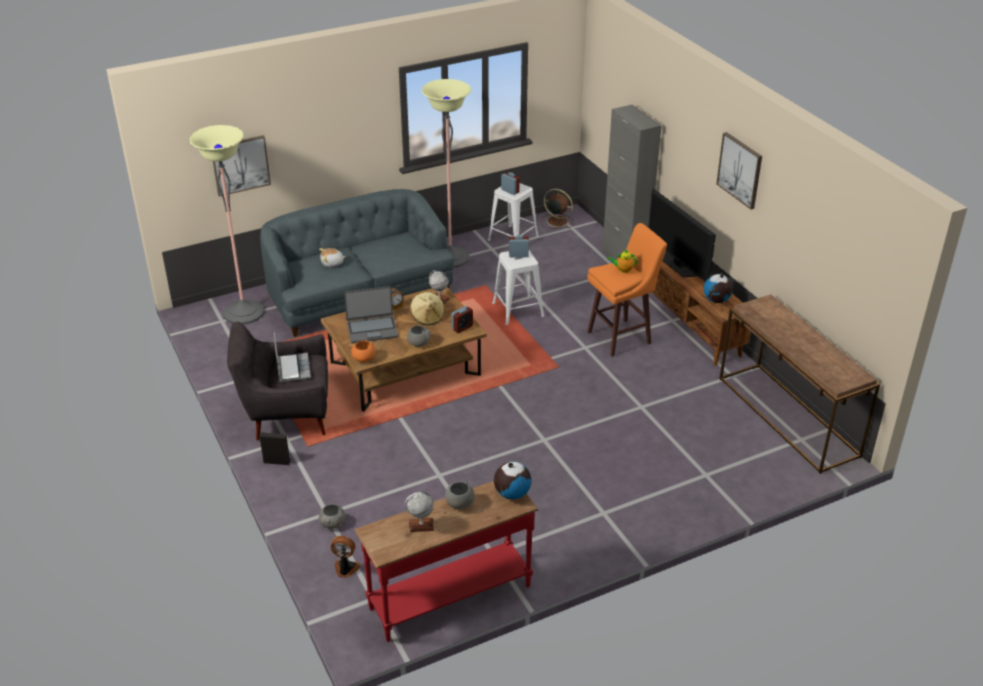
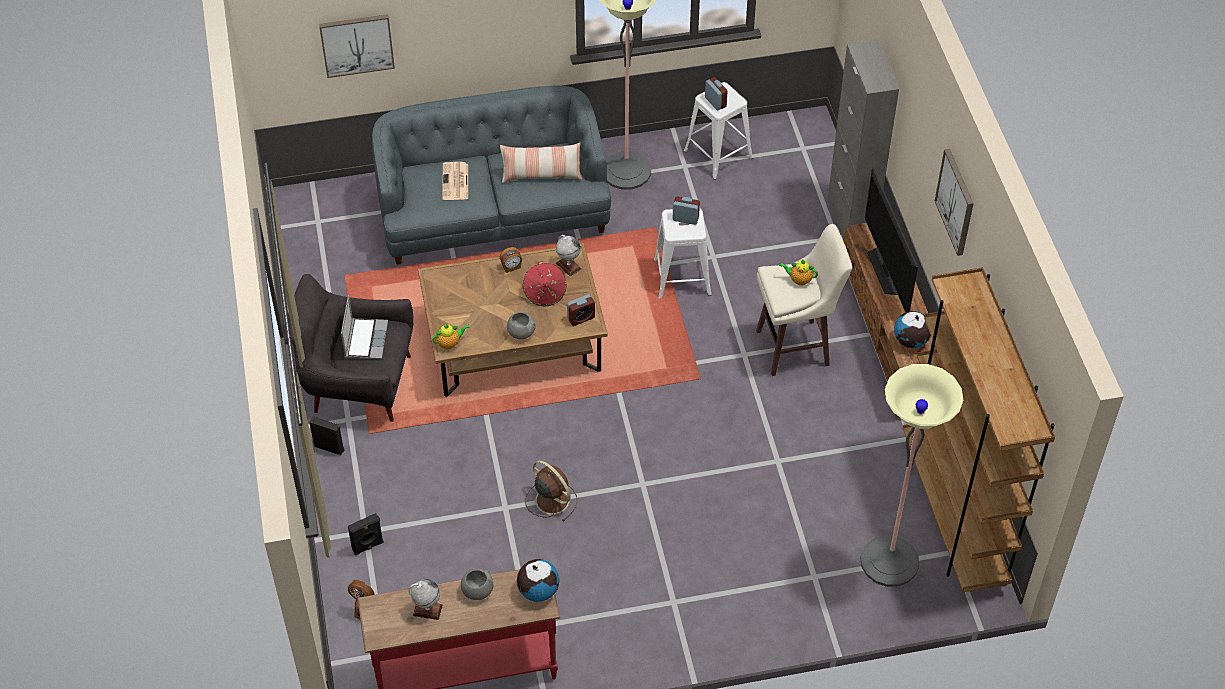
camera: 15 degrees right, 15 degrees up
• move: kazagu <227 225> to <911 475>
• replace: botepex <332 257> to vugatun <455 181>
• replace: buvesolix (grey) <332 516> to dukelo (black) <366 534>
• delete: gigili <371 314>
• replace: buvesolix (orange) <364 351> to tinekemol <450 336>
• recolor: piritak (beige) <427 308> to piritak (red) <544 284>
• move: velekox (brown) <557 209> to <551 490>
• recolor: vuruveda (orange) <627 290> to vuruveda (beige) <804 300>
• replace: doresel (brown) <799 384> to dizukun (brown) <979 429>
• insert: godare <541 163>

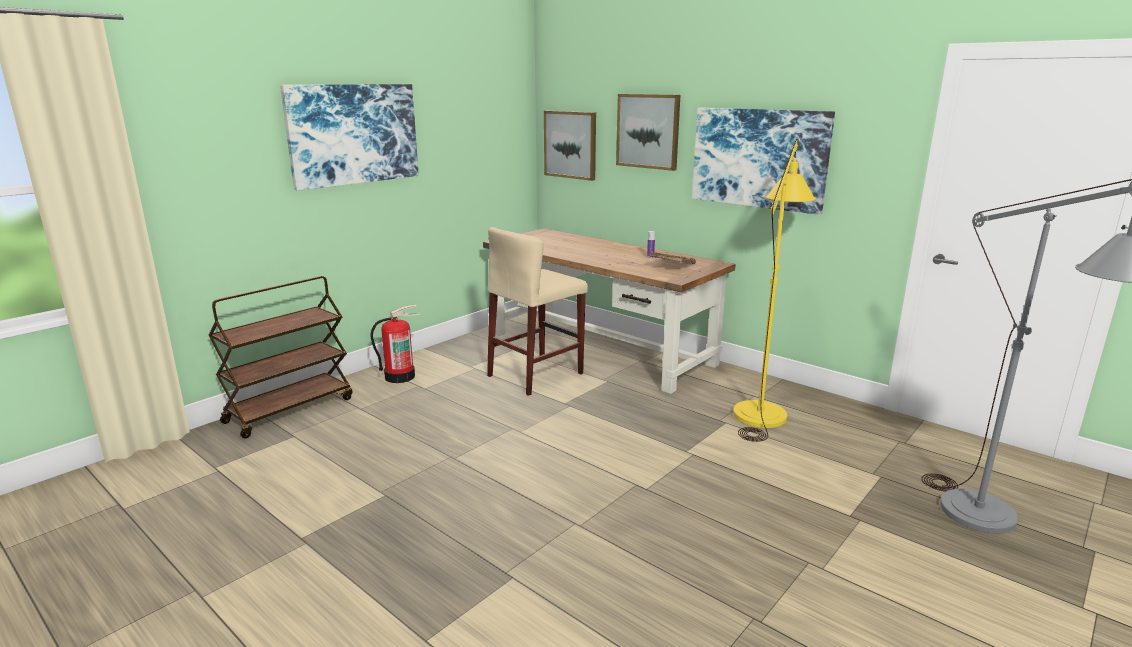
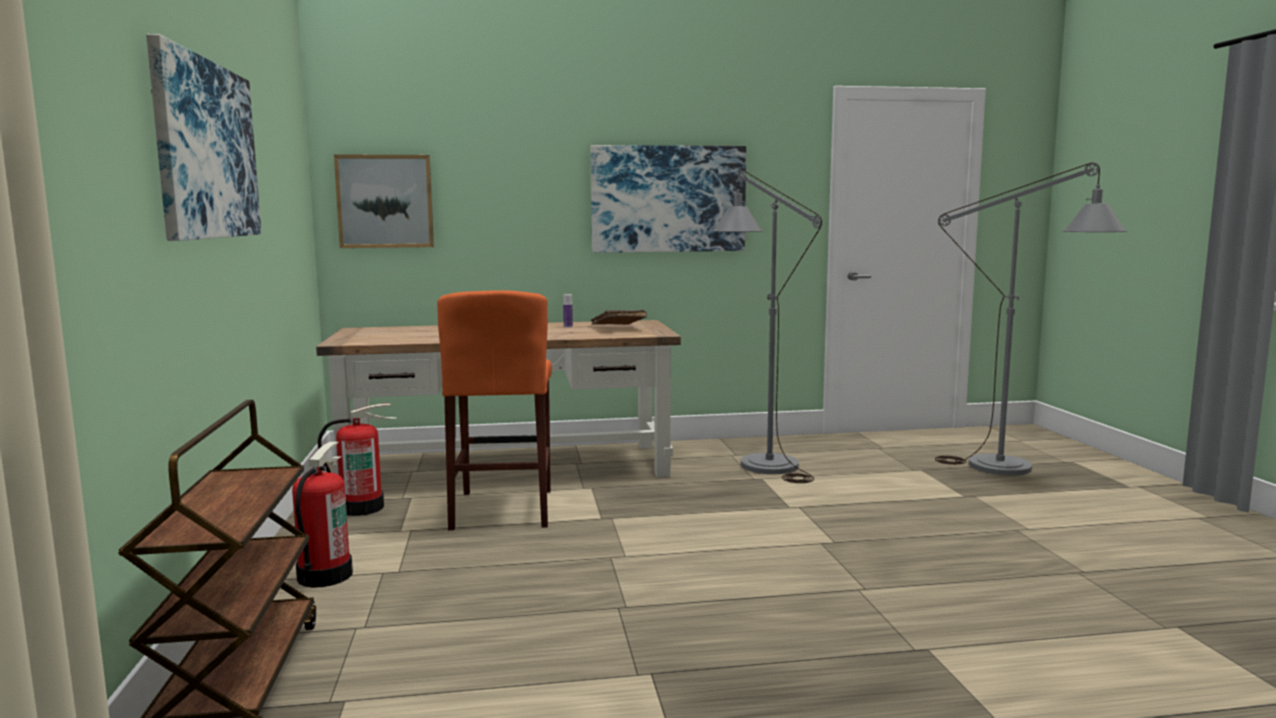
camera: 50 degrees left, 10 degrees down
• recolor: vuruveda (beige) <537 311> to vuruveda (orange) <494 410>
• delete: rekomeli <648 132>
• recolor: kazagu (yellow) <774 291> to kazagu (grey) <767 326>
• insert: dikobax <357 460>

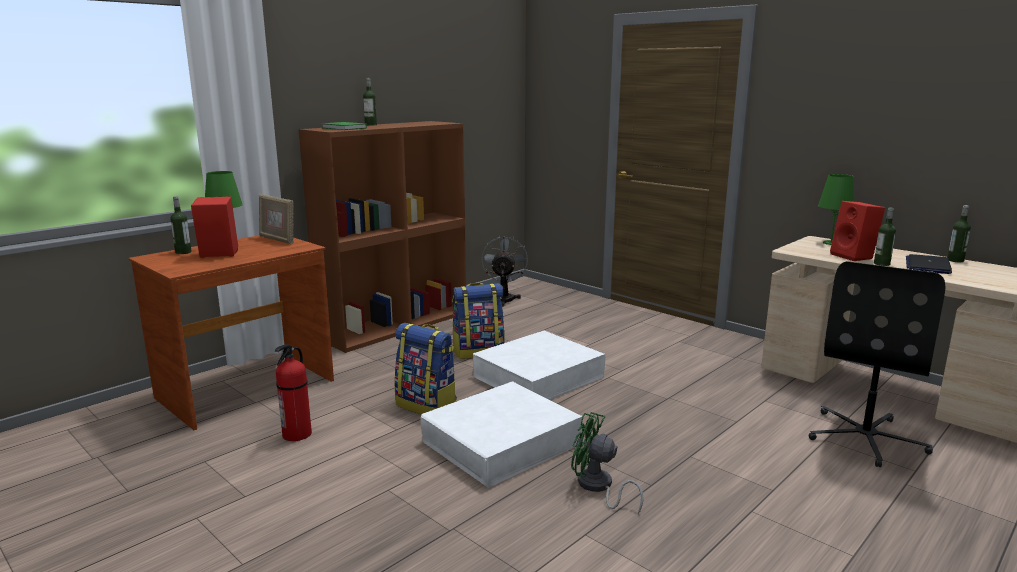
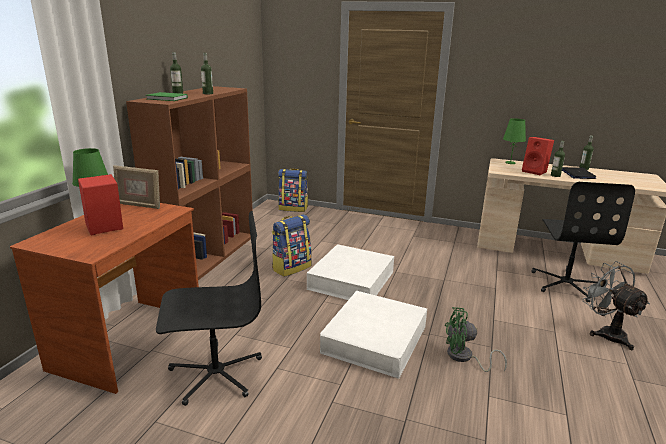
camera: 25 degrees left, 5 degrees up
• move: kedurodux <180 225> to <207 73>
• replace: dikobax <293 392> to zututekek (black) <209 308>
• move: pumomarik <425 369> to <293 190>
• move: velekox (grey) <504 271> to <616 305>

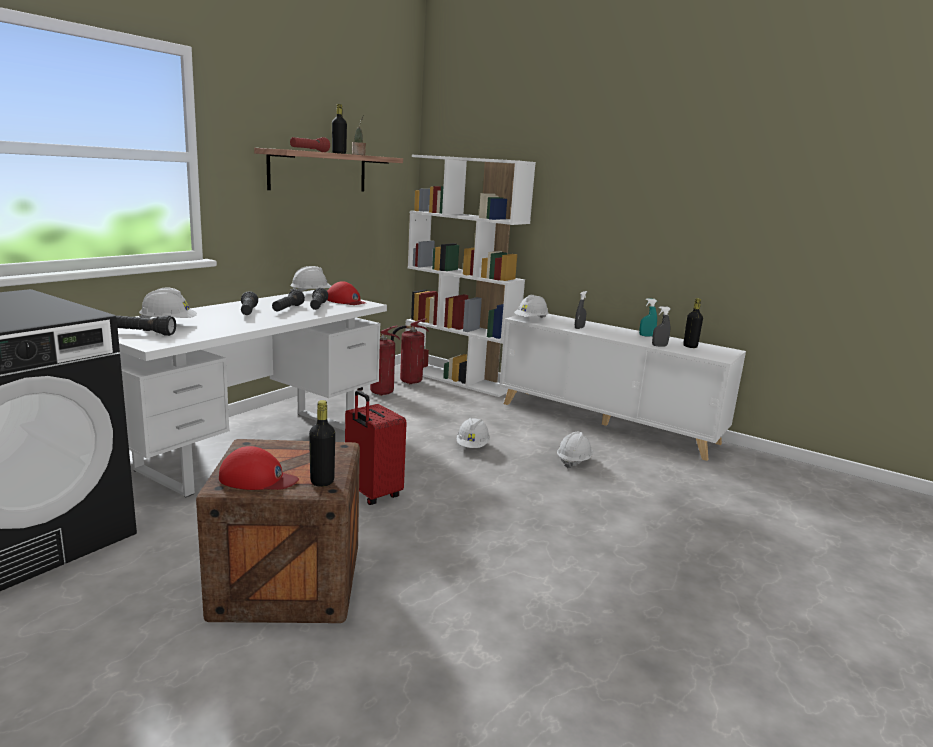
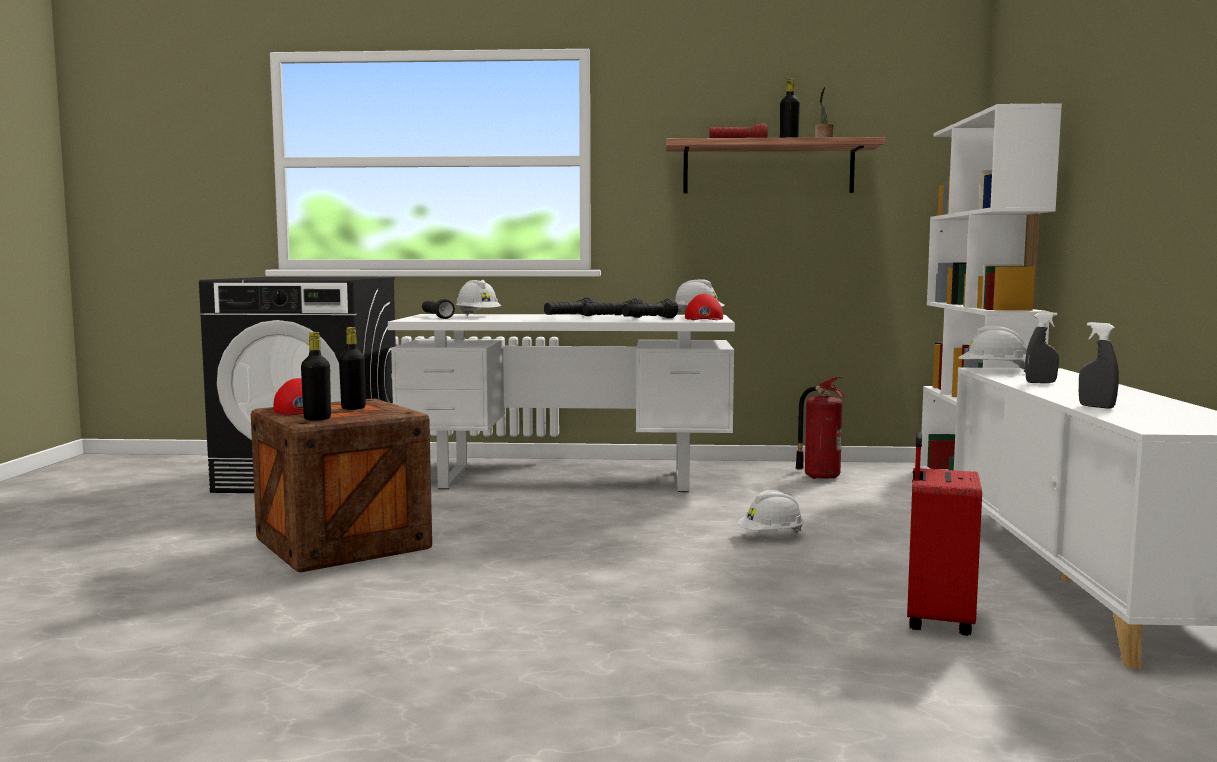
camera: 60 degrees right, 10 degrees down
• move: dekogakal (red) <376 447> to <944 534>
• delete: dikobax <410 351>
• delete: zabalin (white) <575 450>
• delete: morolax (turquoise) <648 317>
• move: kedurodux (black) <693 323> to <352 368>

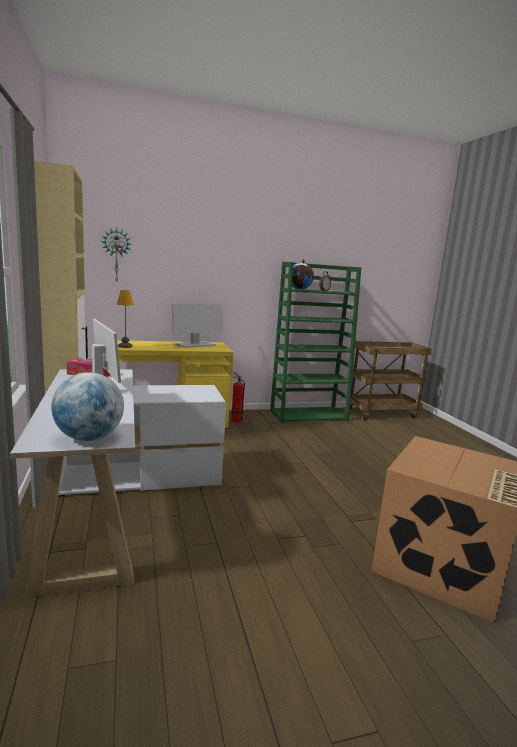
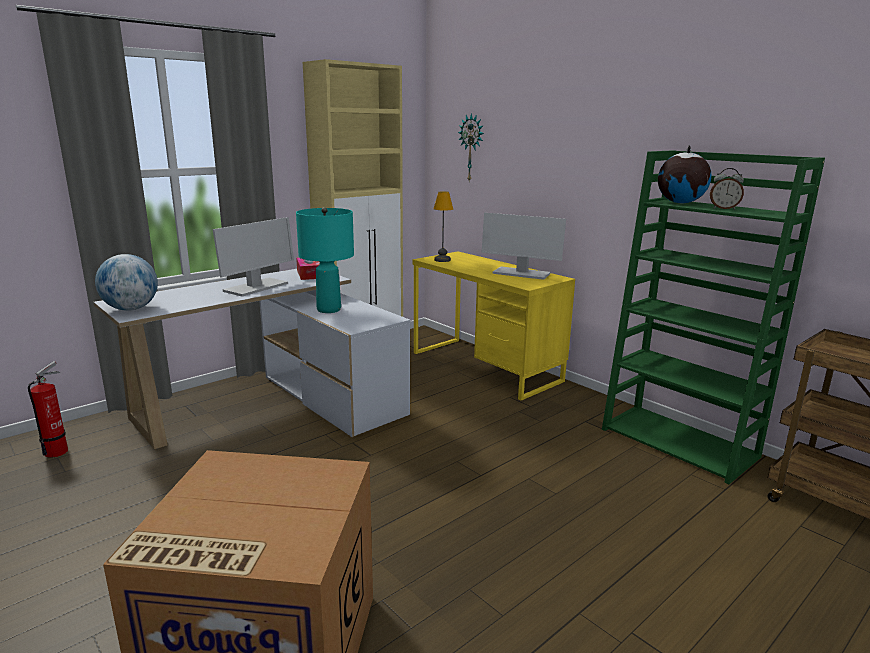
camera: 65 degrees right, 5 degrees up
• move: dikobax <238 397> to <48 409>
• insert: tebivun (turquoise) <325 260>

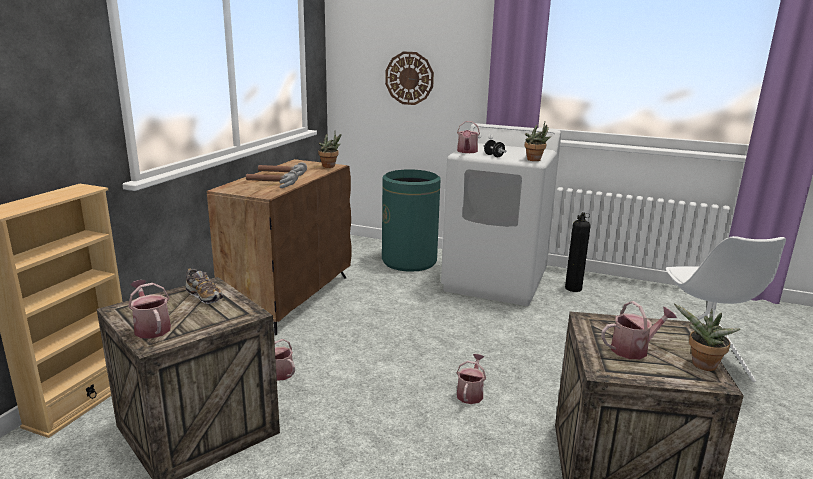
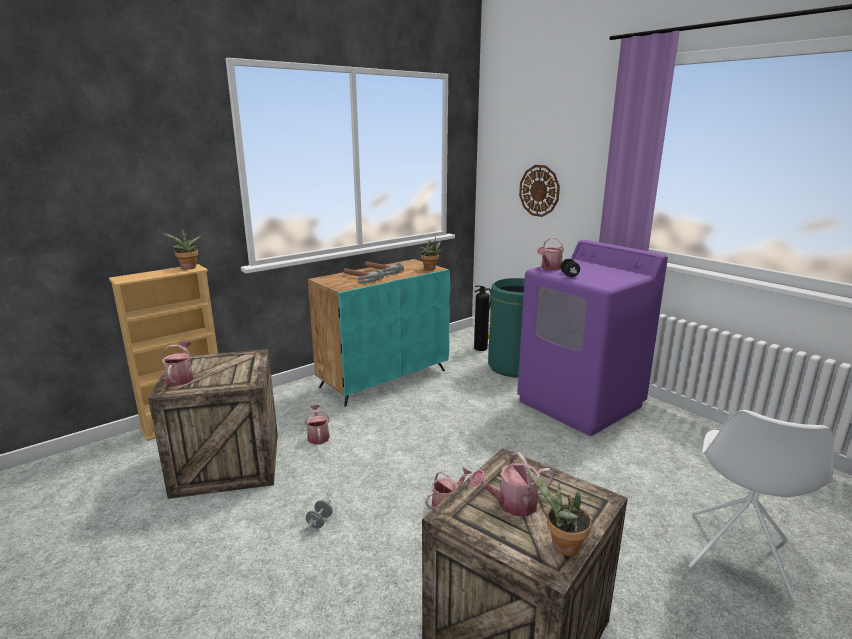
camera: 30 degrees right, 0 degrees up
• delete: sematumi <204 286>
• recolor: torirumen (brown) <279 247> to torirumen (turquoise) <379 333>
• recolor: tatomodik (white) <501 214> to tatomodik (purple) <592 338>
• move: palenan <538 141> to <182 250>
• move: dikobax <578 252> to <482 318>
• rotate: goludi <639 330> = <512 484> 150 degrees clockwise
• insert: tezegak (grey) <319 515>

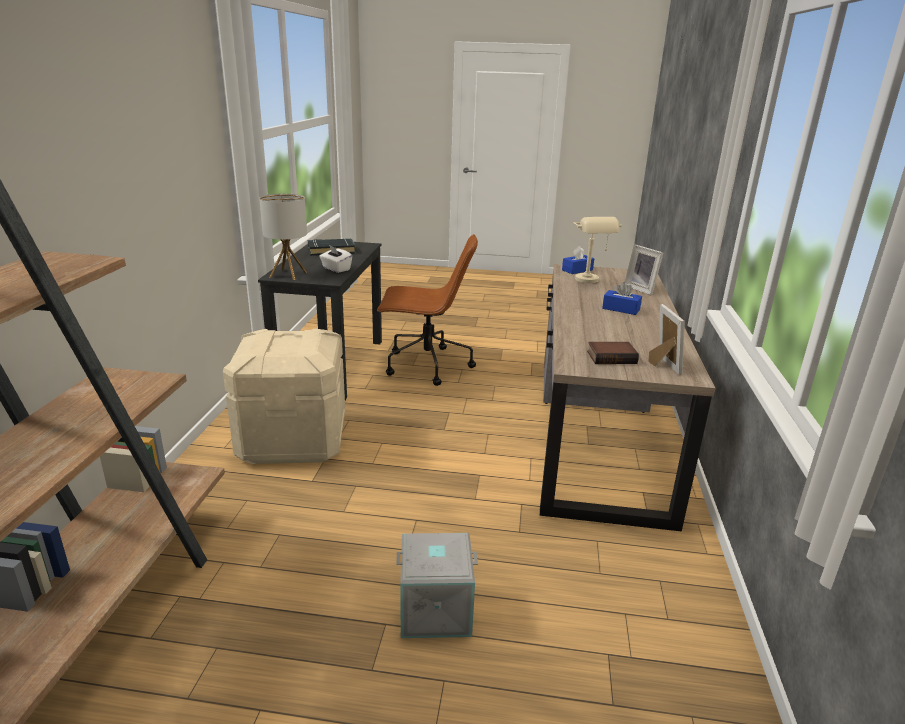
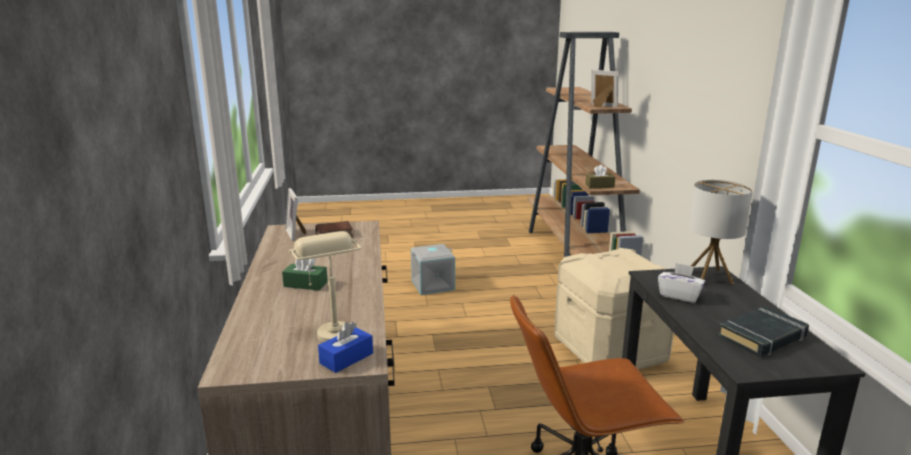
camera: 165 degrees right, 5 degrees down
• recolor: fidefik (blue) <622 298> to fidefik (green) <305 274>
• move: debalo <644 269> to <605 89>
• insert: fidefik (brown) <600 176>

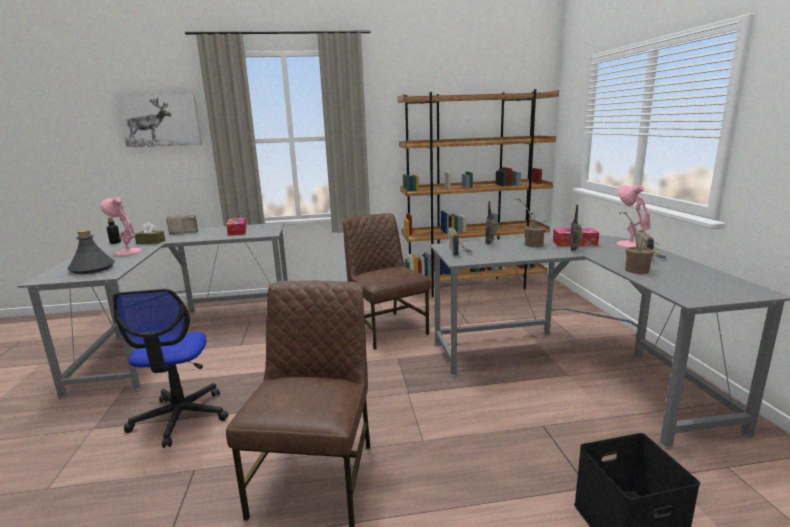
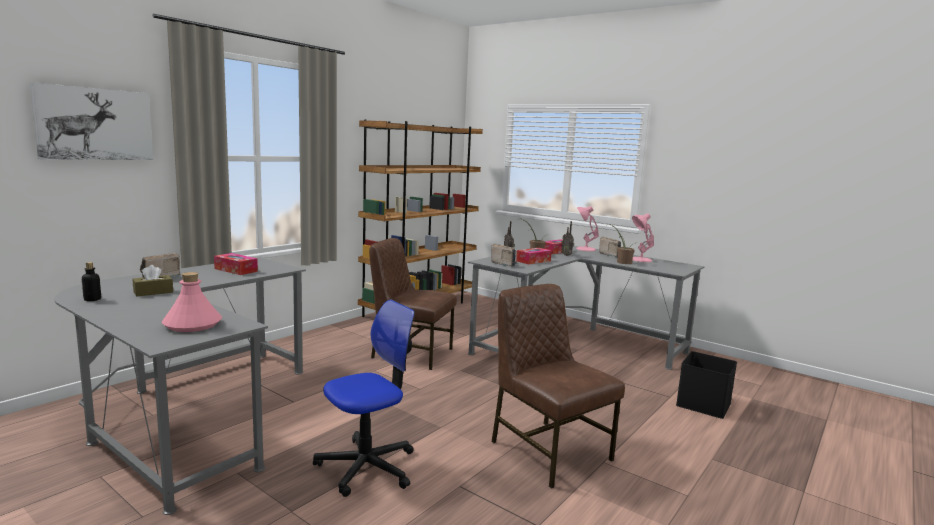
camera: 45 degrees left, 5 degrees down
• recolor: kedurodux (grey) <91 252> to kedurodux (pink) <192 302>
• move: tebivun (pink) <121 226> to <643 237>
• rotate: zututekek <171 368> = <364 398> 75 degrees counterclockwise
• insert: fidefik <534 256>

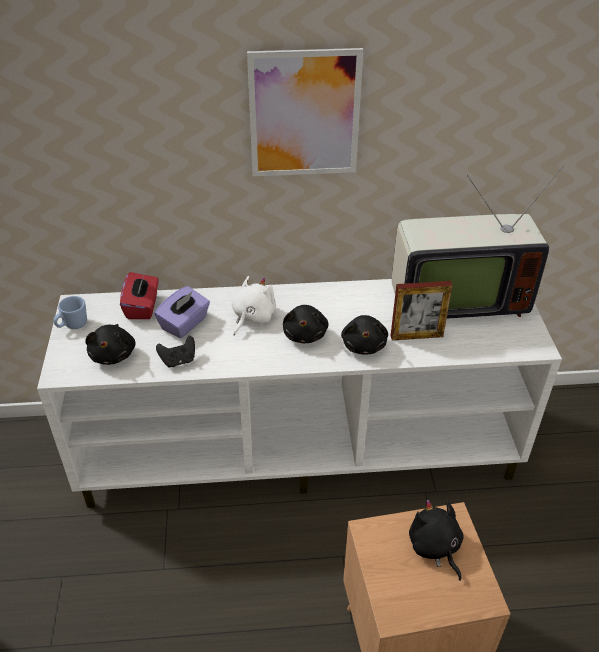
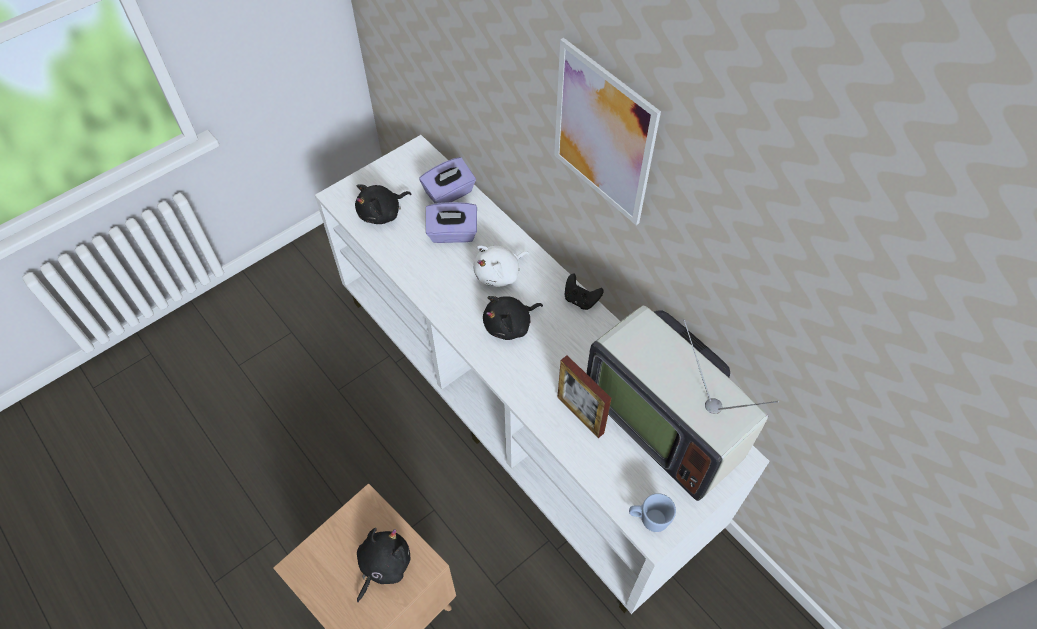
camera: 55 degrees right, 15 degrees up
• move: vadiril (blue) <70 312> to <652 512>
• recolor: fidefik (red) <139 295> to fidefik (purple) <447 180>
• move: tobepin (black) <175 351> to <584 292>
• rotate: botepex (white) <254 306> = <501 266> 150 degrees clockwise
• delete: botepex (black) <364 335>

